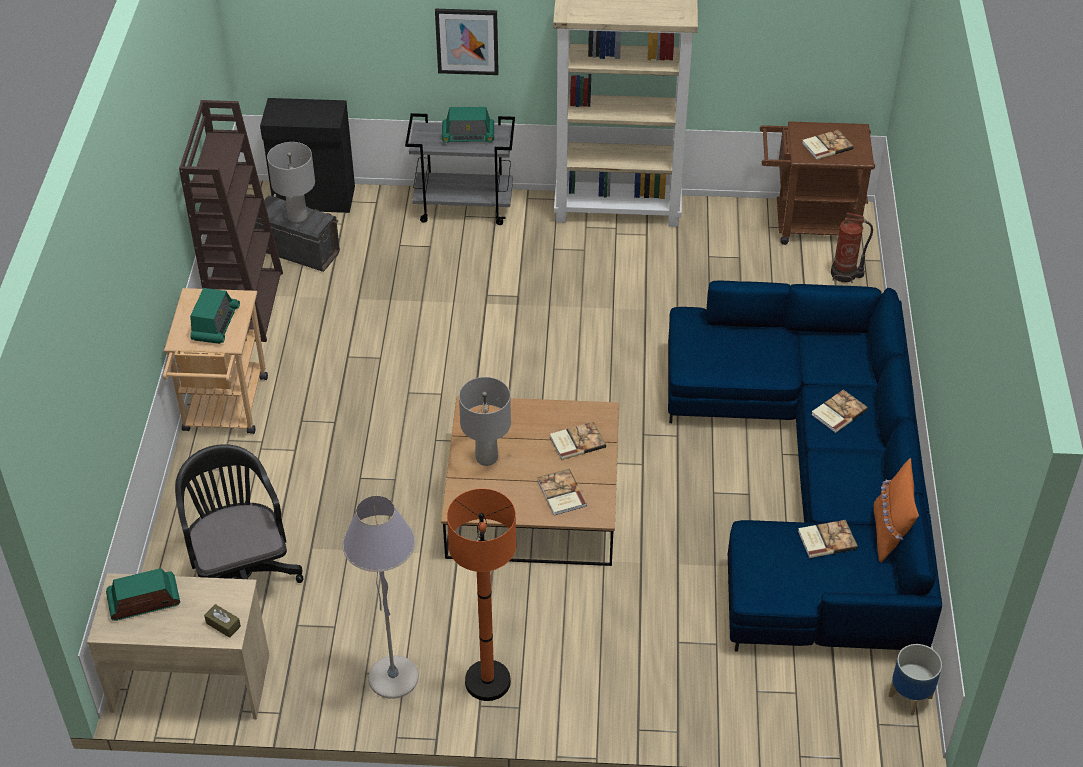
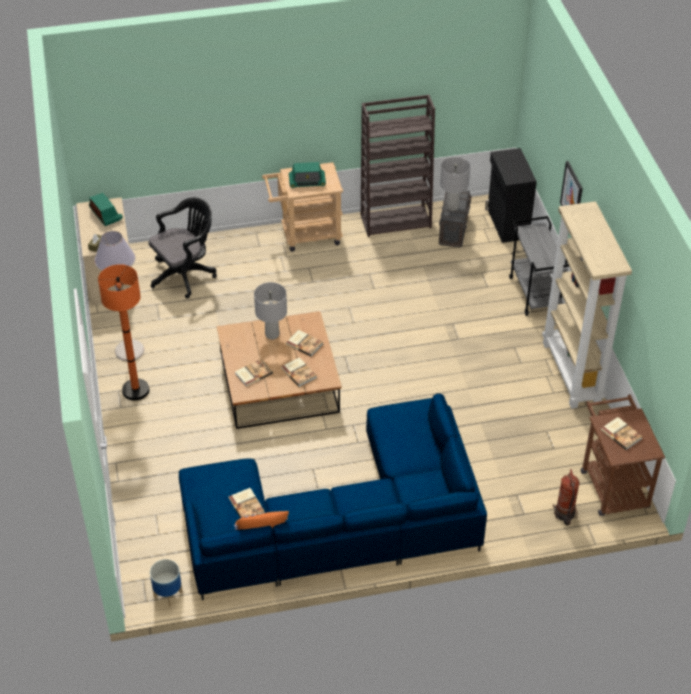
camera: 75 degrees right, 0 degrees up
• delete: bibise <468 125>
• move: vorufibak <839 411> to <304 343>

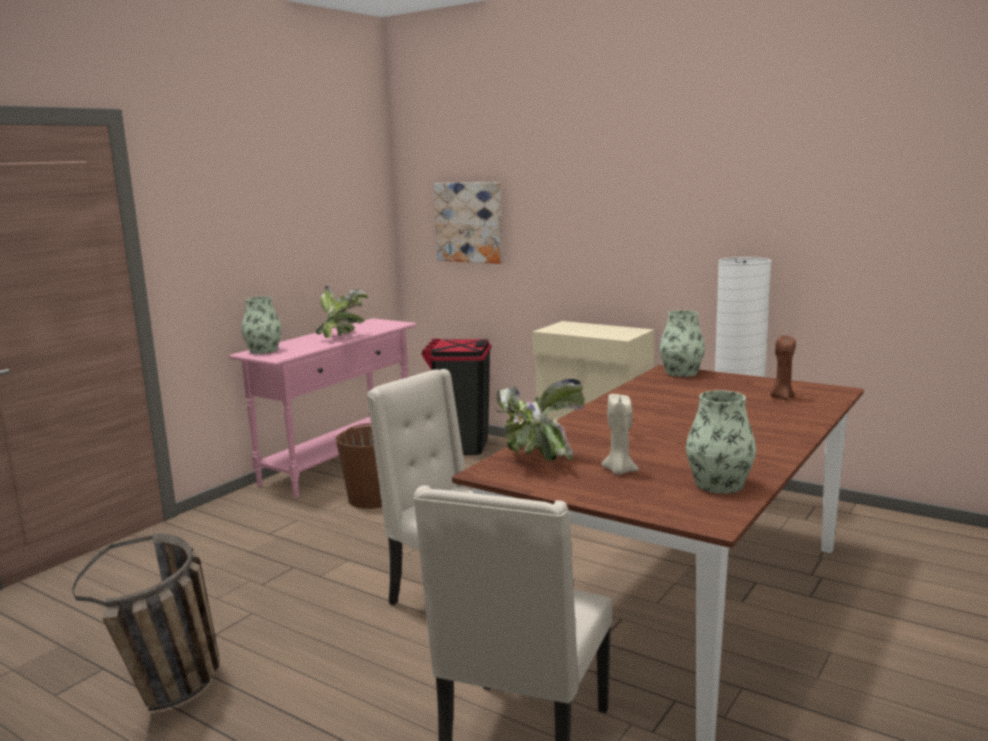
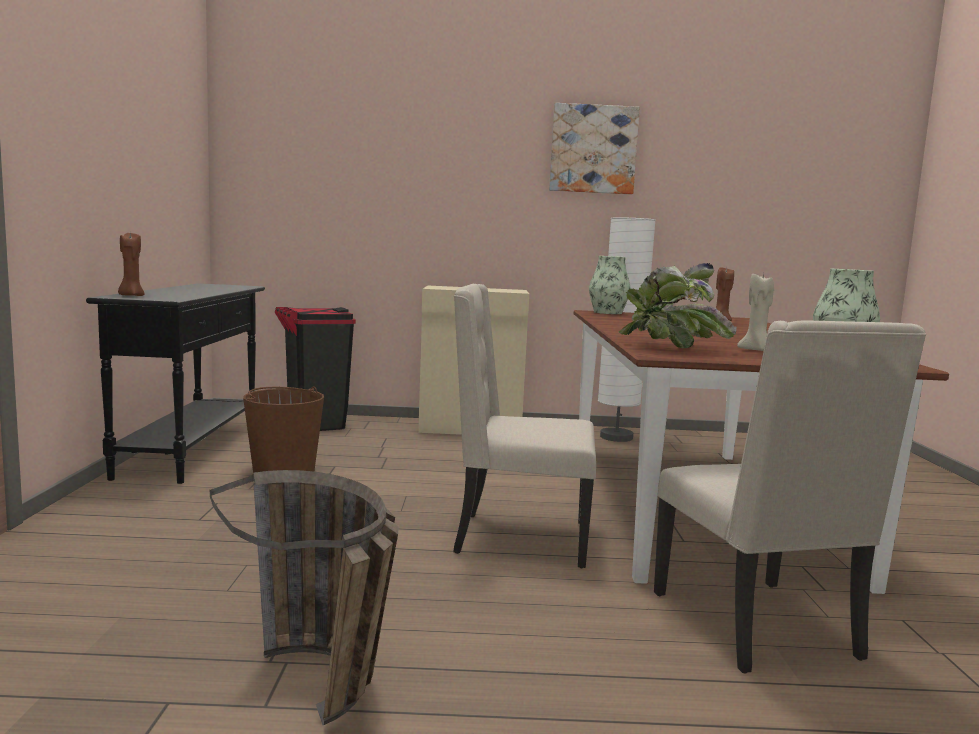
camera: 35 degrees left, 5 degrees down
• recolor: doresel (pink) <323 408> to doresel (black) <175 383>
• replace: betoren <261 325> to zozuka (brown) <131 264>
• delete: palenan <342 312>
• move: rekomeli <468 223> to <594 149>

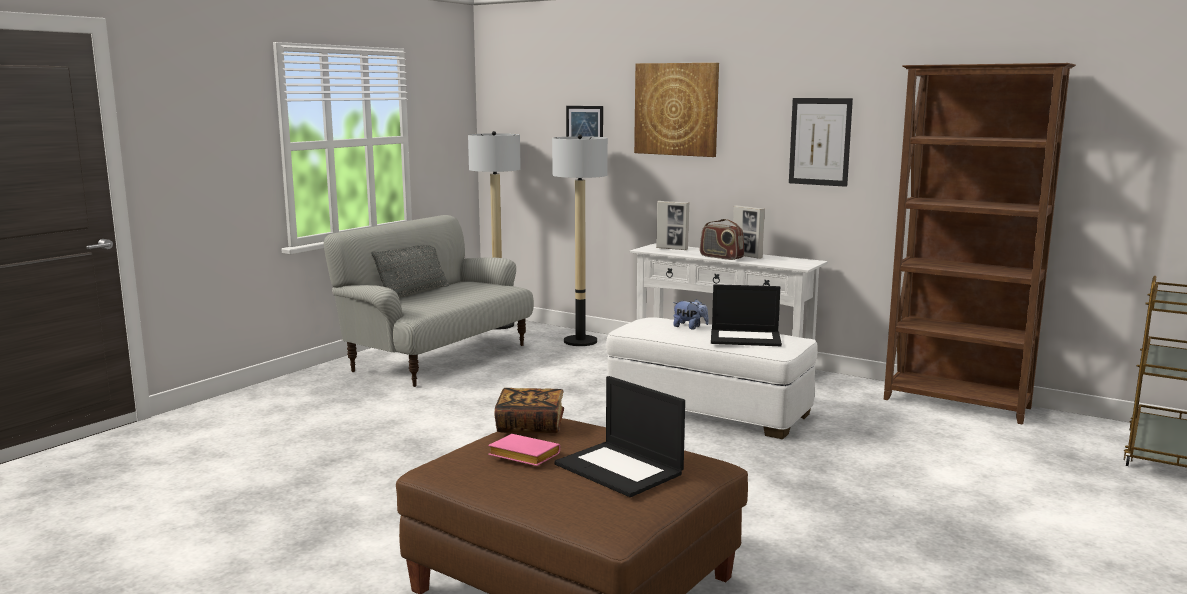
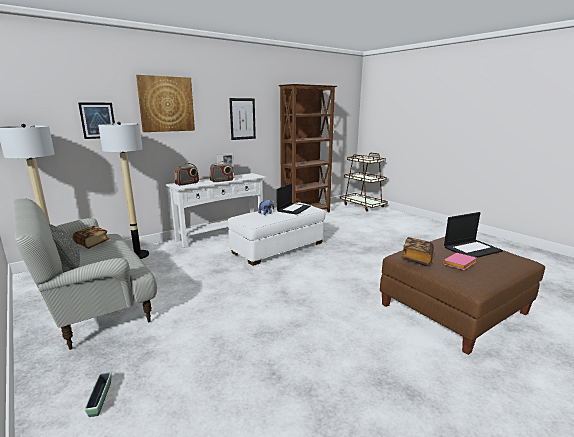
camera: 70 degrees left, 5 degrees up
• replace: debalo <672 225> to bibise <187 174>
• insert: vorufibak <91 237>
• insert: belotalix <98 394>

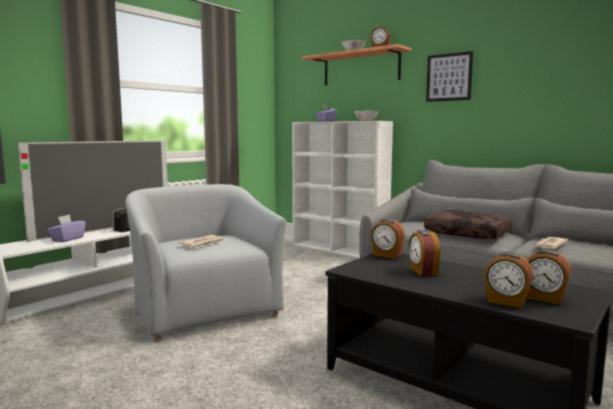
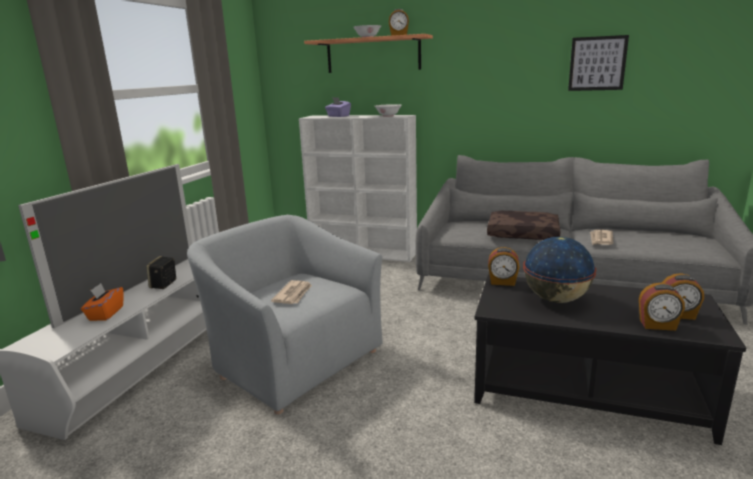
camera: 20 degrees left, 10 degrees up
• recolor: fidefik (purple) <67 228> to fidefik (orange) <102 302>
• replace: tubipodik <425 253> to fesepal <559 270>
• move: rekomeli <449 76> to <598 63>

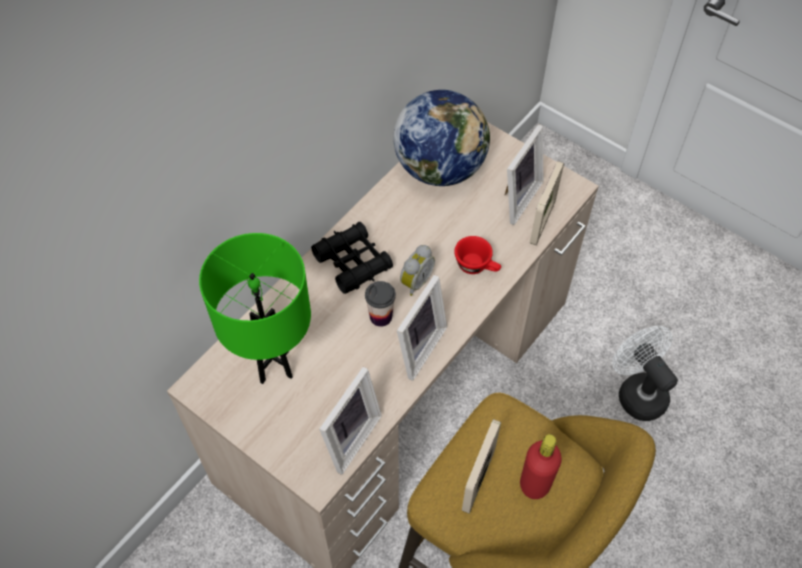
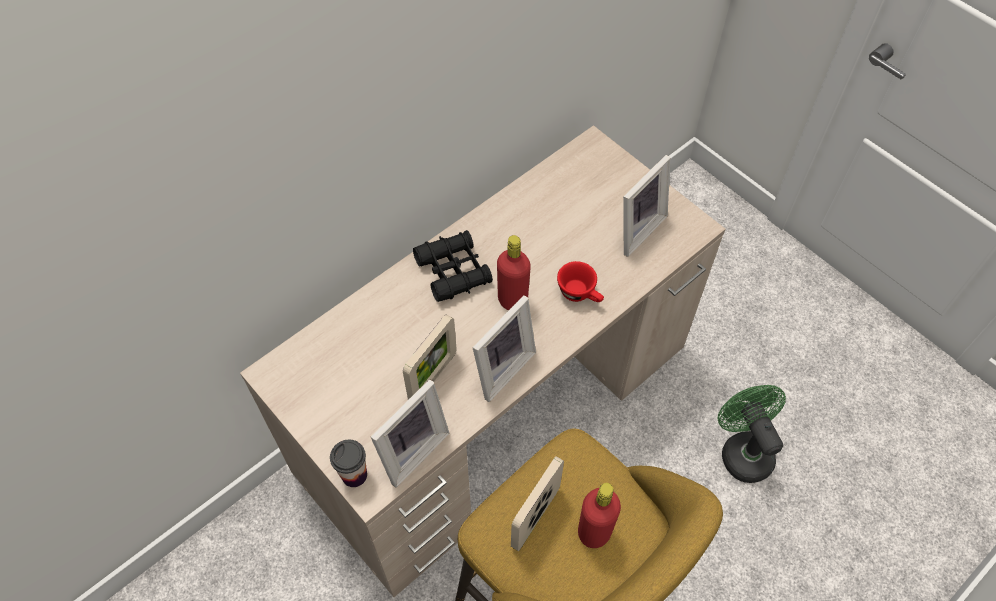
camera: 10 degrees right, 0 degrees up
• delete: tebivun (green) <255 308>
• move: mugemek <380 304> to <348 463>
• delete: fesepal <441 138>
• replace: tubipodik <417 270> to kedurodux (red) <514 272>
• move: debalo <547 203> to <429 357>
• recolor: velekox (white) <645 373> to velekox (green) <751 434>

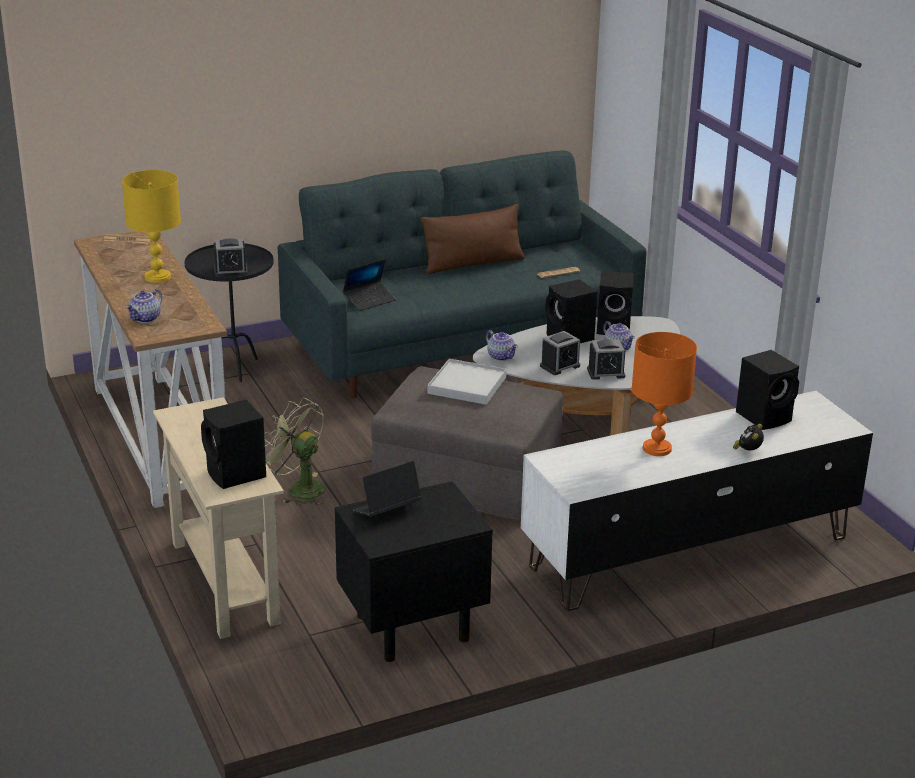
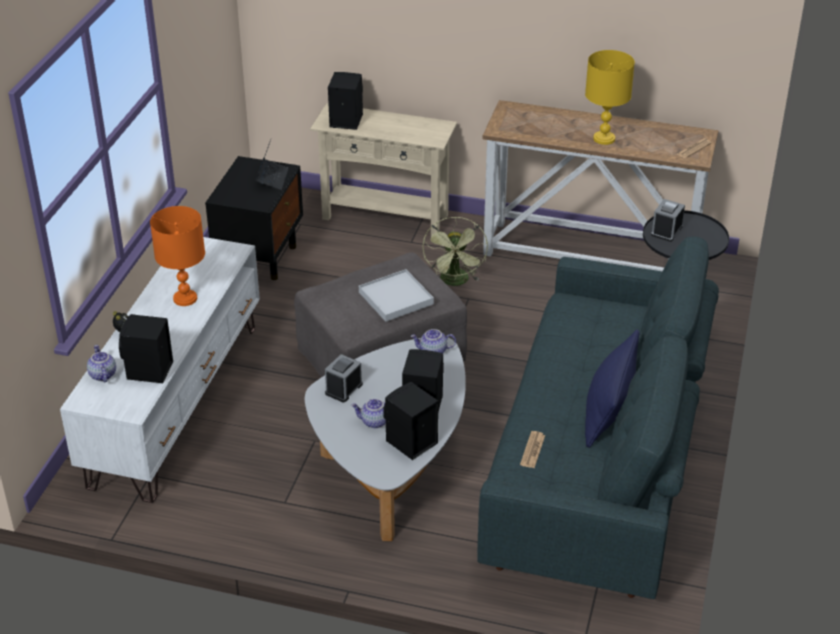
camera: 130 degrees right, 10 degrees up
• move: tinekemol <144 306> to <101 363>
• rotate: velekox (green) <294 452> = <455 251> 105 degrees clockwise
• delete: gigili <369 285>
• recolor: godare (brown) <473 239> to godare (blue) <612 388>
• delete: tubipodik <560 353>

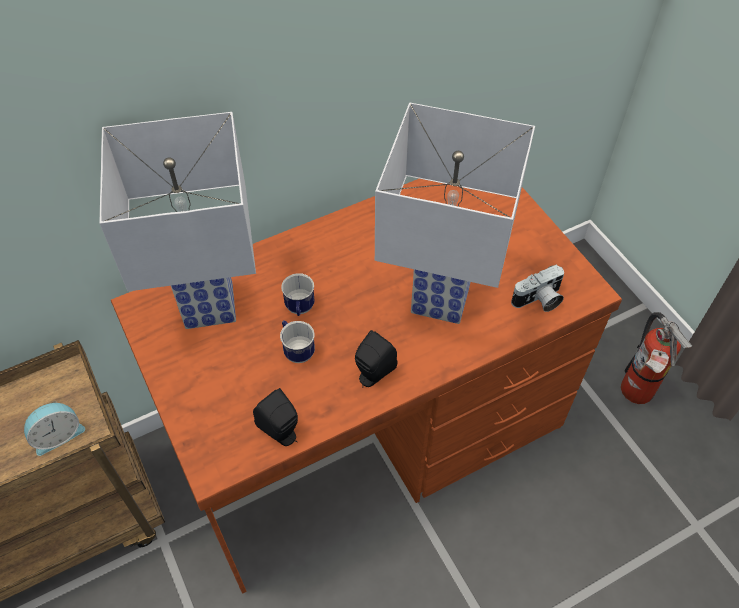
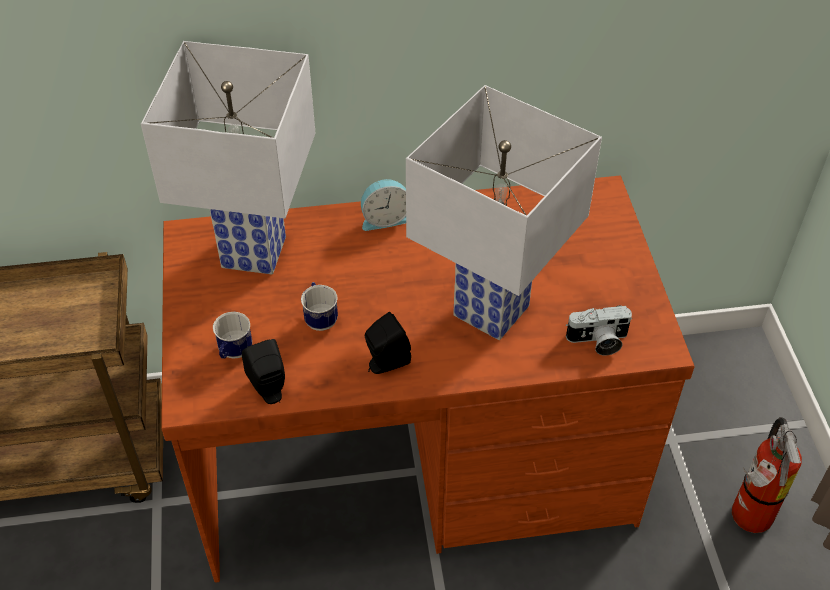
camera: 20 degrees right, 5 degrees down
• move: tubipodik <54 428> to <383 205>
• move: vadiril <298 294> to <232 335>

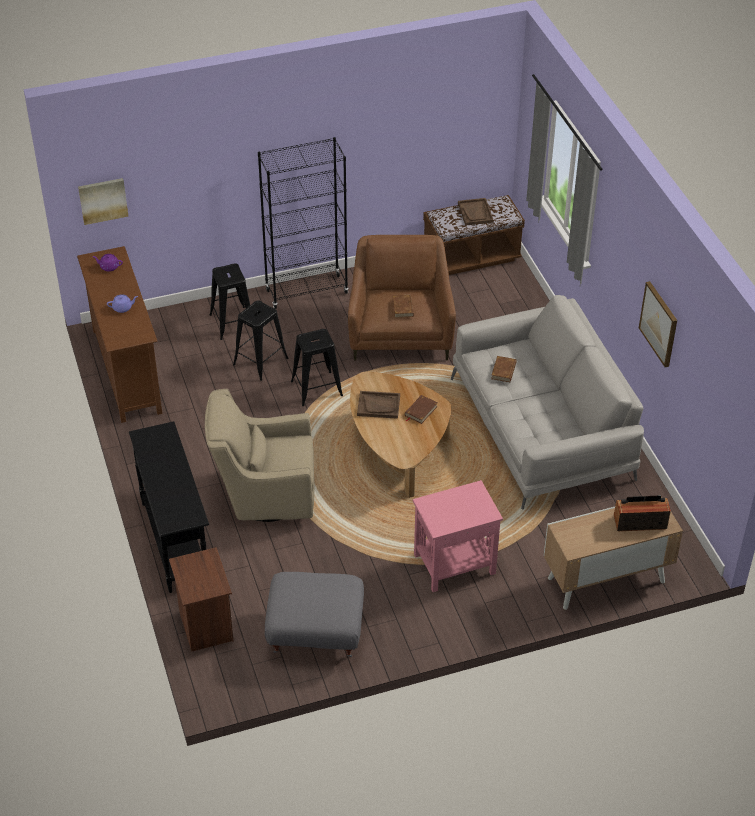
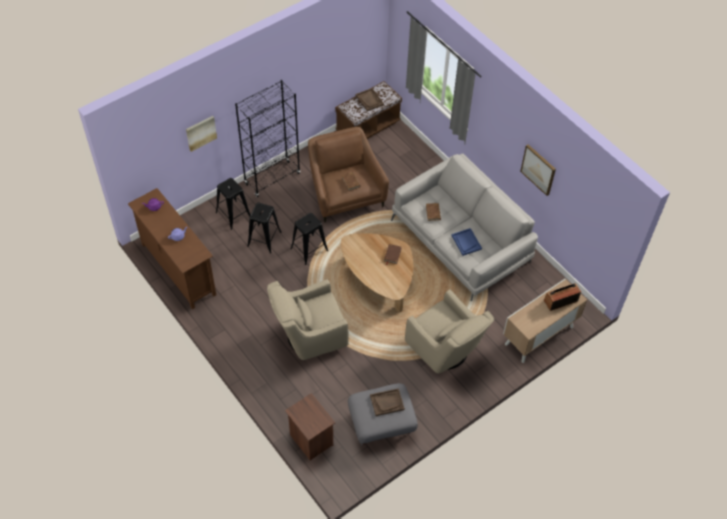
camera: 20 degrees left, 10 degrees up
• move: rekomeli <103 201> to <201 134>
• delete: doresel (black) <169 507>
• move: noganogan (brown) <378 405> to <387 402>
• replace: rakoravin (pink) <458 536> to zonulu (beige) <449 331>
• insert: noganogan (blue) <466 242>

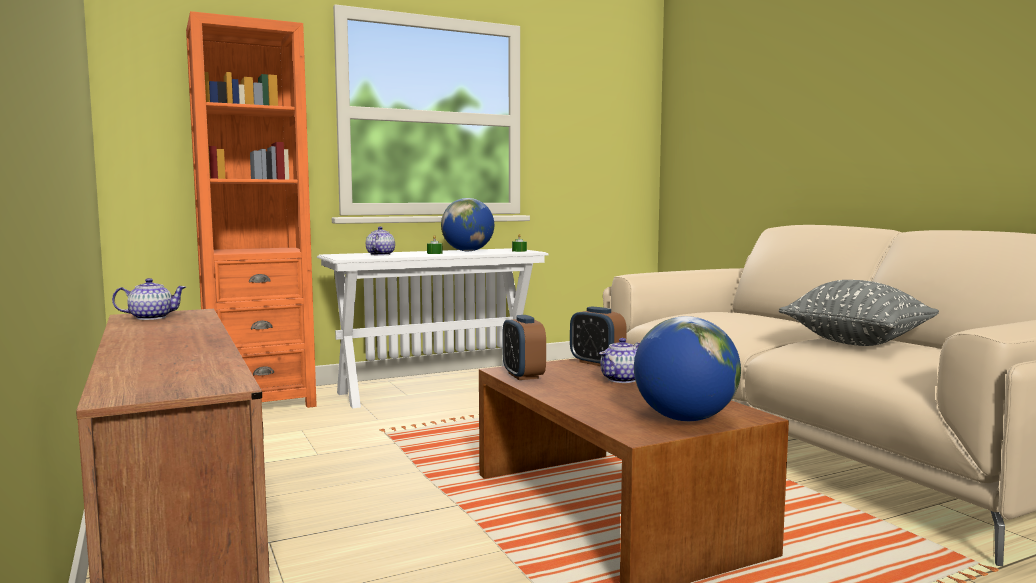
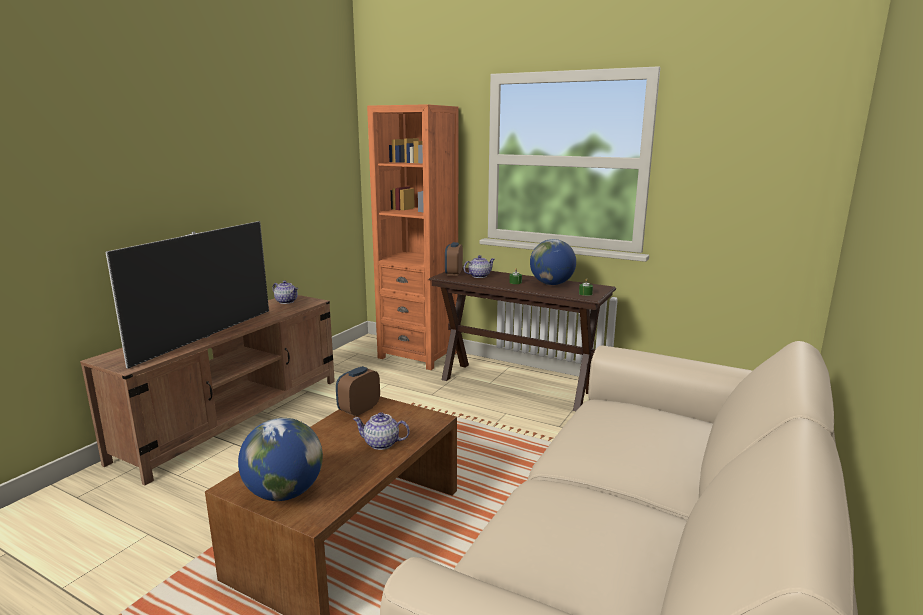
camera: 55 degrees right, 10 degrees up
• recolor: doresel (white) <433 328> to doresel (brown) <522 339>
• move: tubipodik <598 336> to <454 259>
• delete: godare (grey) <859 313>
• insert: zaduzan <187 295>

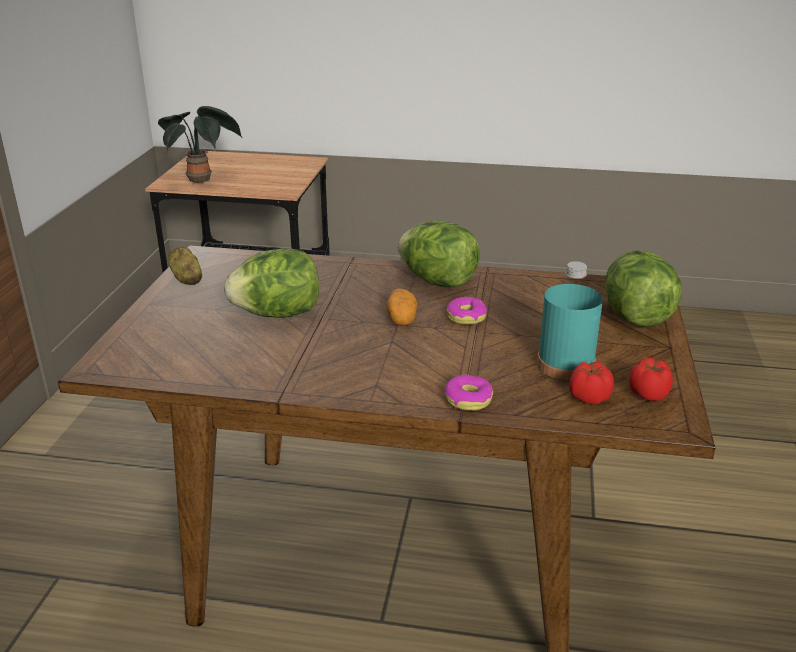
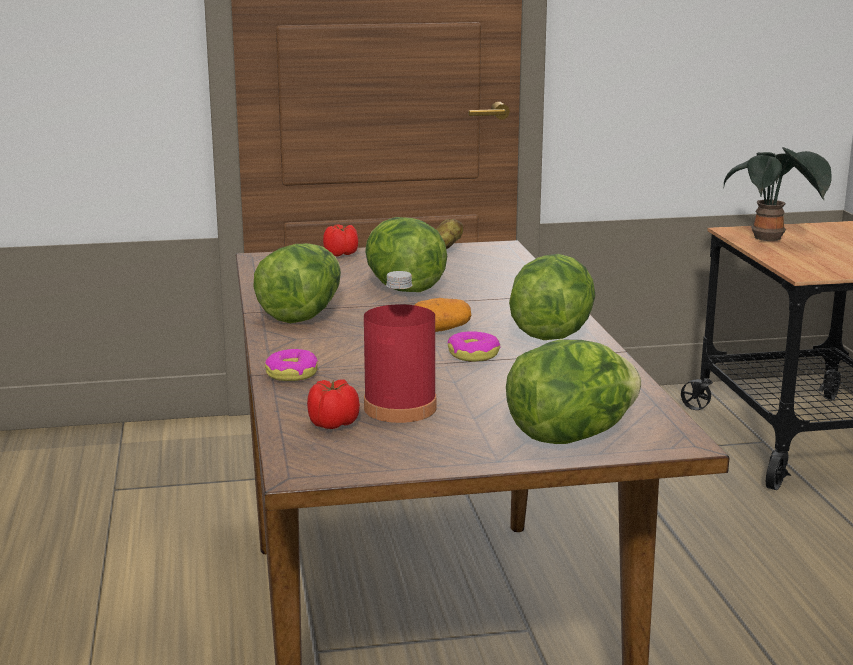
camera: 70 degrees right, 10 degrees down
• recolor: kedurodux (turquoise) <570 320> to kedurodux (red) <400 347>
• move: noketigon <651 379> to <340 241>
• insert: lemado <297 283>

